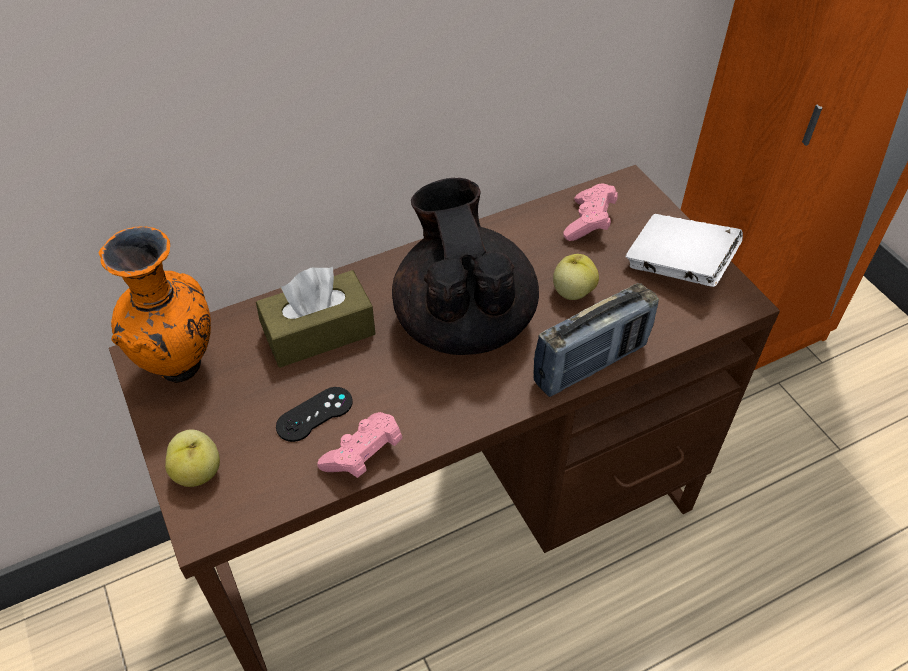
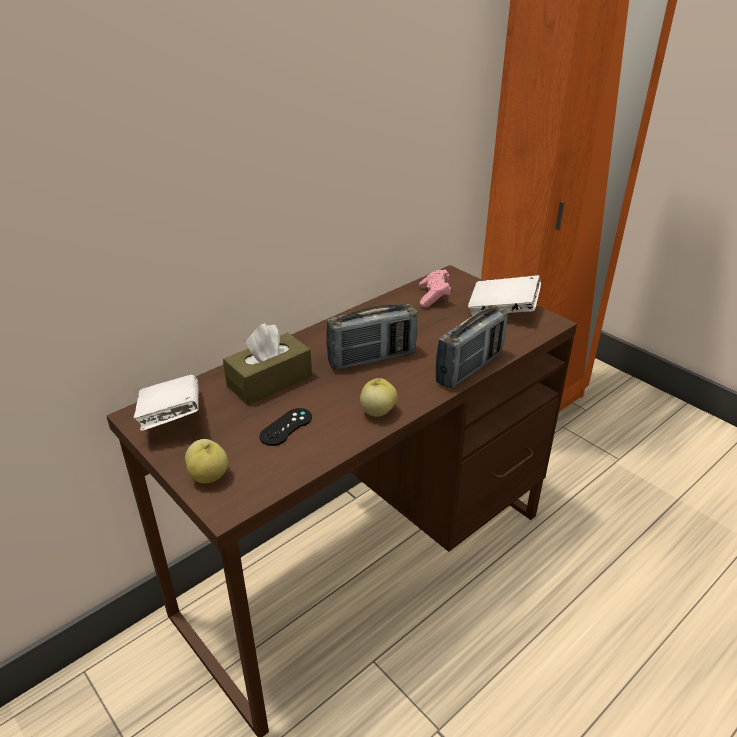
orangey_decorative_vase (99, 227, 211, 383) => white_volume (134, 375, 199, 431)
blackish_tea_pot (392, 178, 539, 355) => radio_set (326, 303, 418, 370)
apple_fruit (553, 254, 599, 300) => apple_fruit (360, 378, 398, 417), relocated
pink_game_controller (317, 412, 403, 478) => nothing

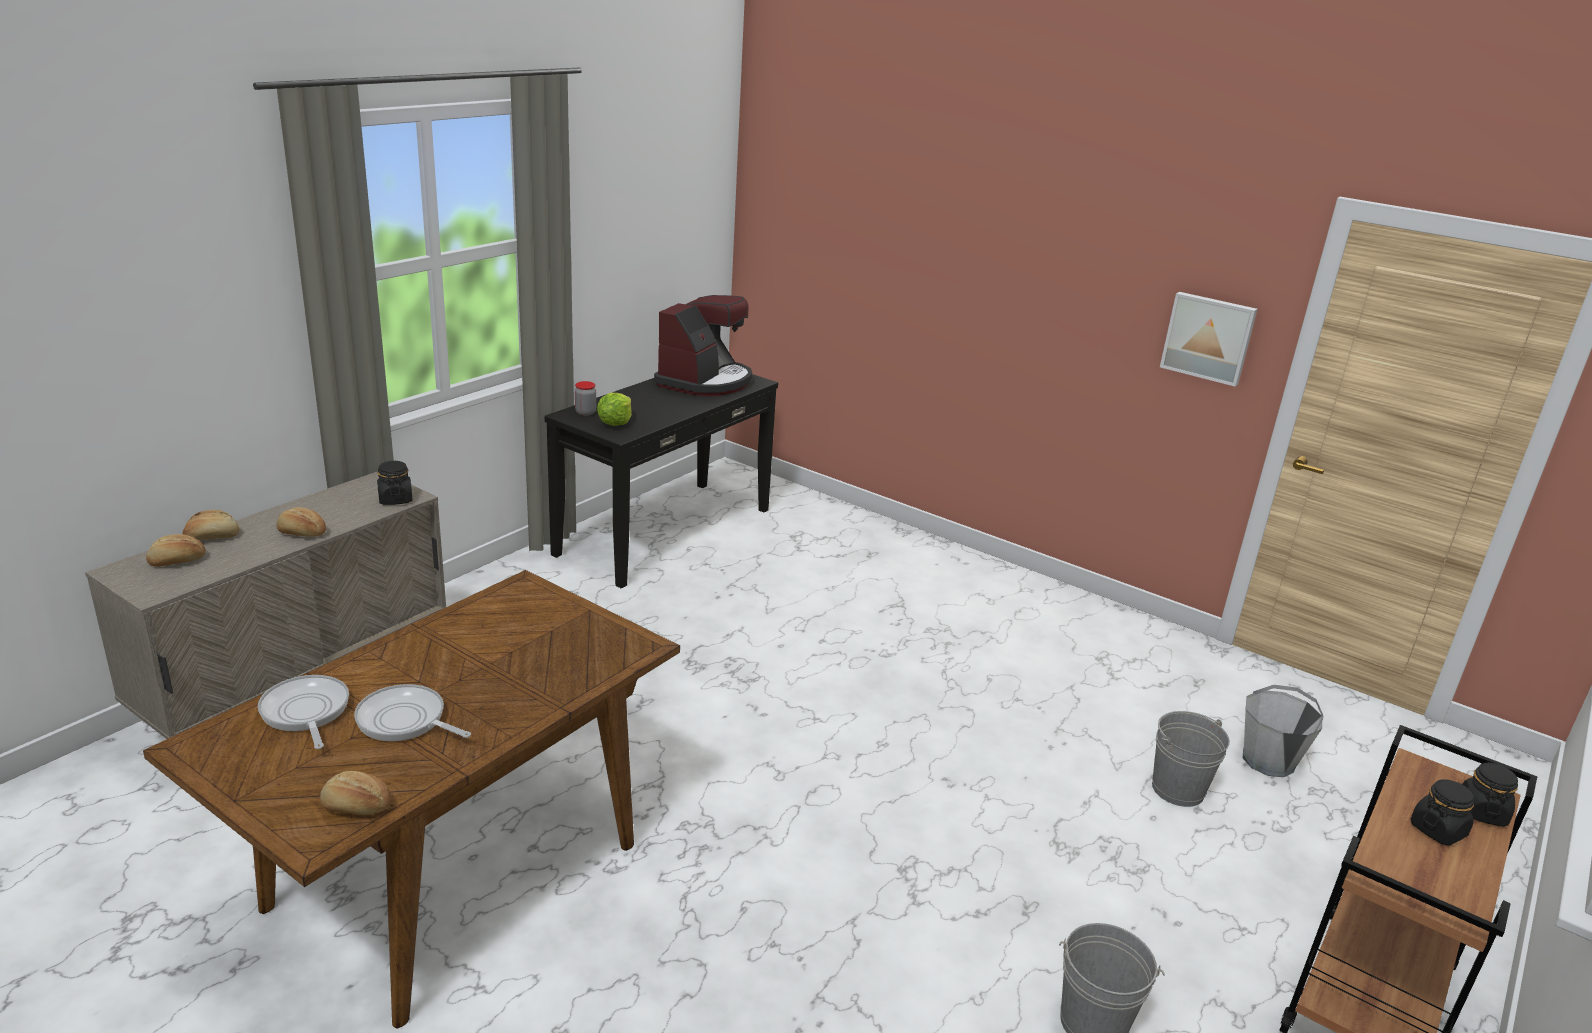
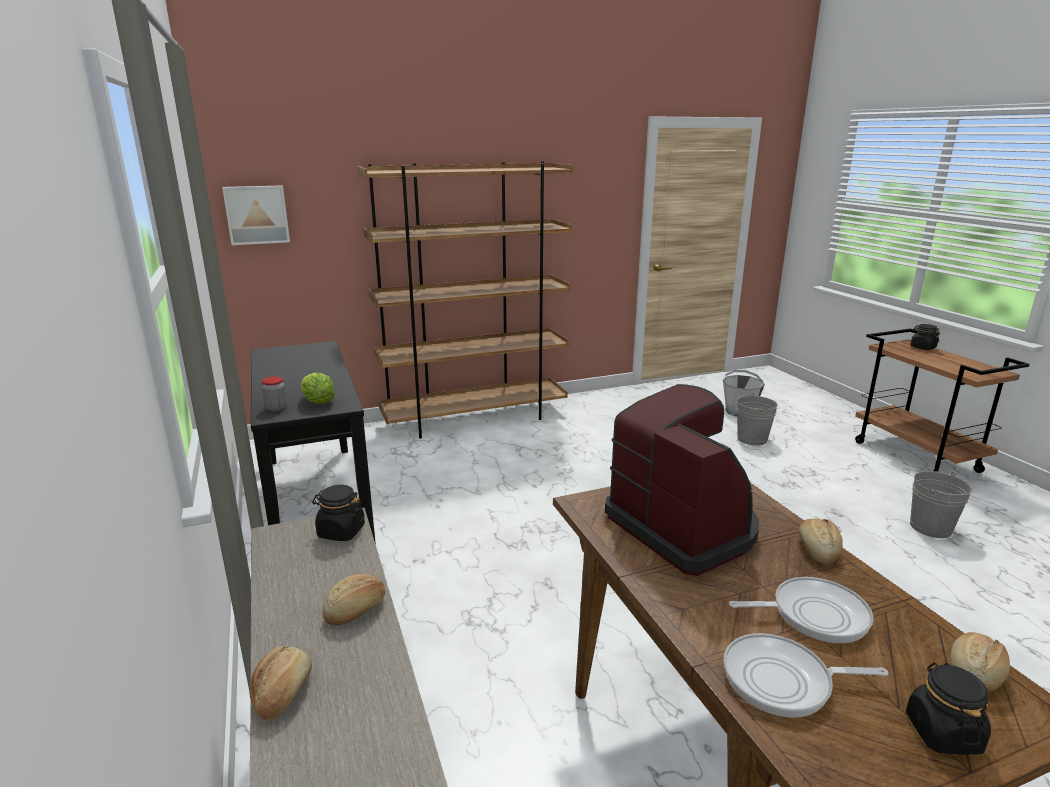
wall_picture (1160, 292, 1258, 387) => wall_picture (222, 185, 290, 245), relocated
nothing => brown_bookcase (358, 161, 573, 439)
coffee_brewer (654, 295, 752, 396) => coffee_brewer (605, 384, 759, 576), relocated
skillet (354, 684, 471, 741) => skillet (729, 577, 873, 643), 150 degrees counterclockwise
baked_bread (146, 534, 206, 567) => baked_bread (799, 518, 843, 564), relocated
blackish_storage_jar (1410, 779, 1474, 846) => blackish_storage_jar (906, 663, 991, 755), relocated

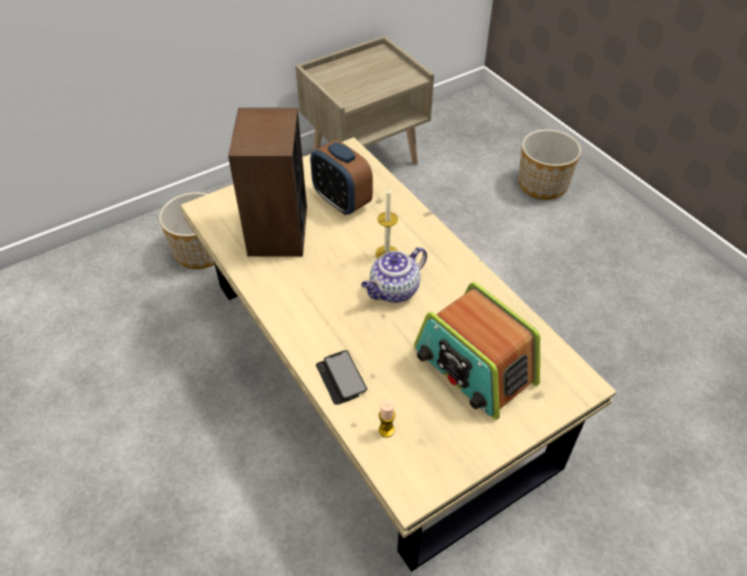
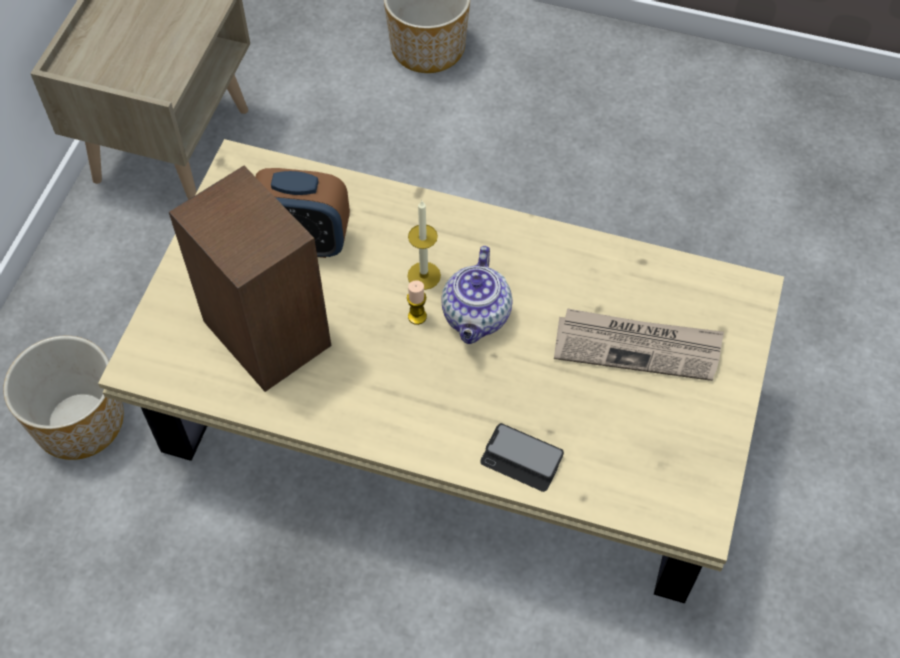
wax_candle (379, 400, 395, 437) => wax_candle (407, 280, 427, 325), relocated
radio_set (414, 282, 540, 420) => daily_paper (554, 309, 724, 381)

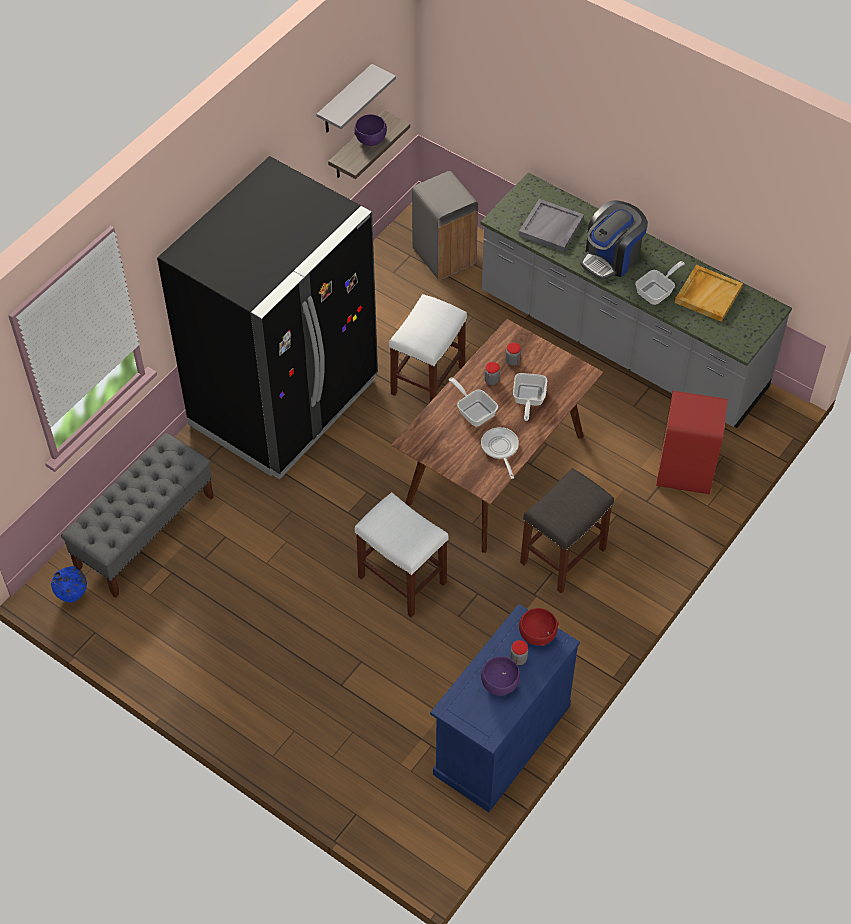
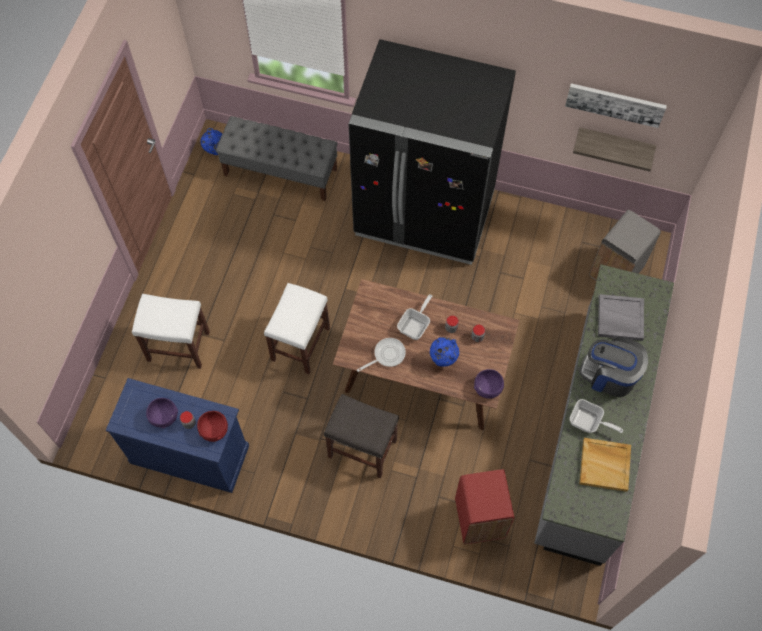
white_stool (389, 294, 467, 402) => white_stool (132, 294, 210, 369), relocated
skillet (513, 373, 547, 421) => blue-coloured_decorative_vase (430, 337, 459, 367)
purplish_bowl (354, 114, 387, 146) => purplish_bowl (474, 369, 504, 399), relocated
greyish_bracket_shelf (316, 64, 396, 132) => wall_picture (565, 83, 667, 128)

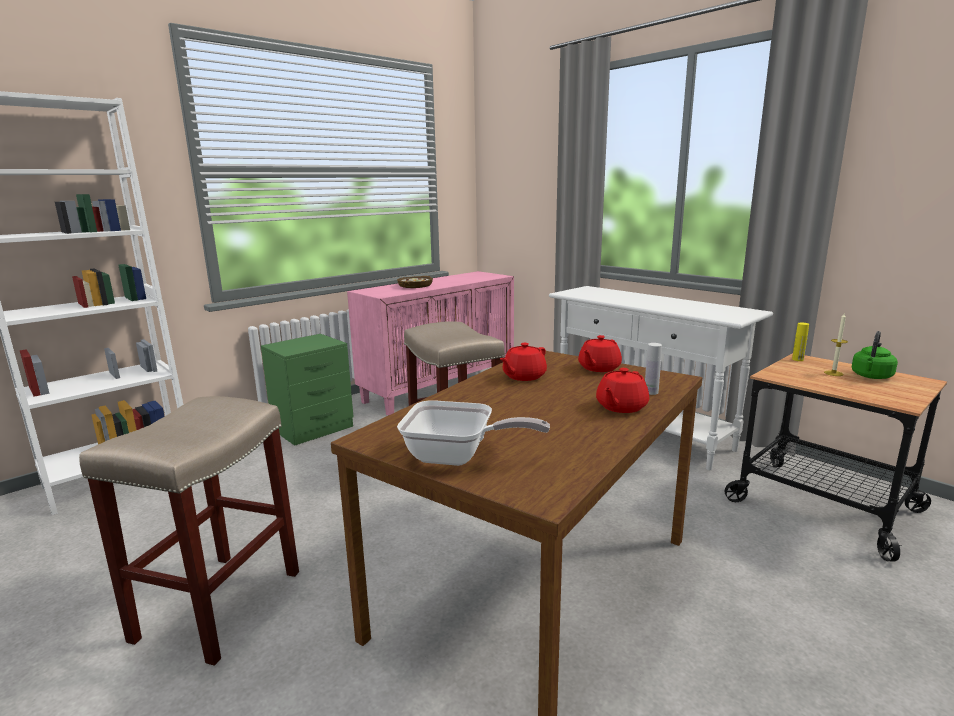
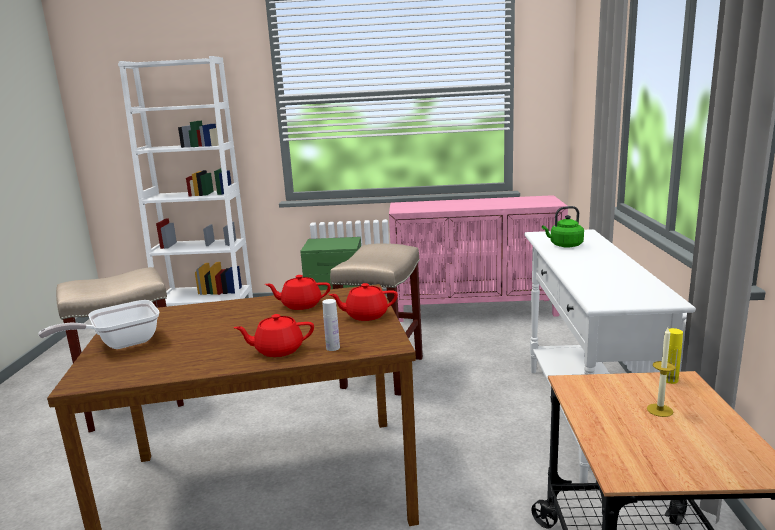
skillet (397, 400, 550, 466) => skillet (39, 300, 159, 349), 90 degrees clockwise
green-coloured_tea_kettle (852, 331, 898, 379) => green-coloured_tea_kettle (542, 206, 584, 248), relocated
bowl (397, 276, 433, 288) => nothing

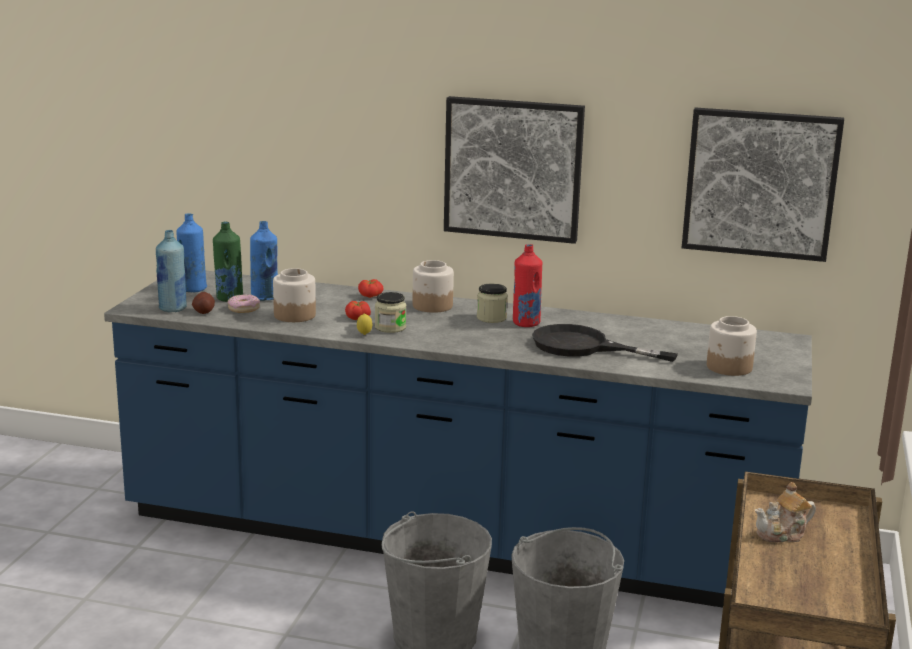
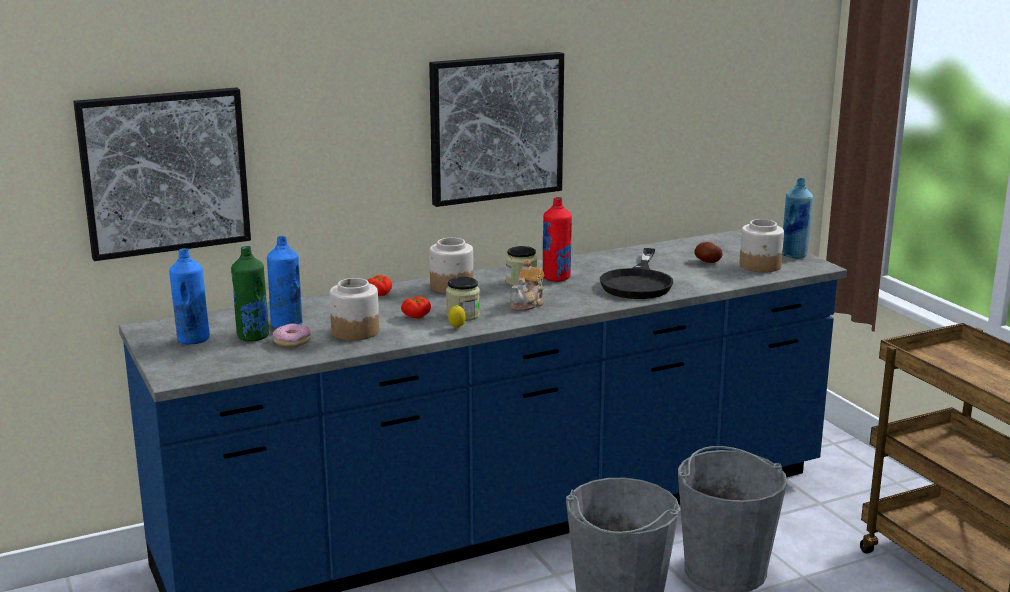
wall_picture (682, 107, 844, 262) => wall_picture (73, 87, 251, 261), relocated
tea_pot (755, 482, 816, 542) => tea_pot (510, 260, 544, 311), relocated
blackish_skillet (532, 324, 678, 362) => blackish_skillet (600, 248, 673, 299), 60 degrees counterclockwise
potato (192, 292, 215, 314) => potato (694, 242, 723, 263), relocated
blue-coloured_beverage_bottle (156, 230, 187, 312) => blue-coloured_beverage_bottle (782, 178, 813, 259), relocated

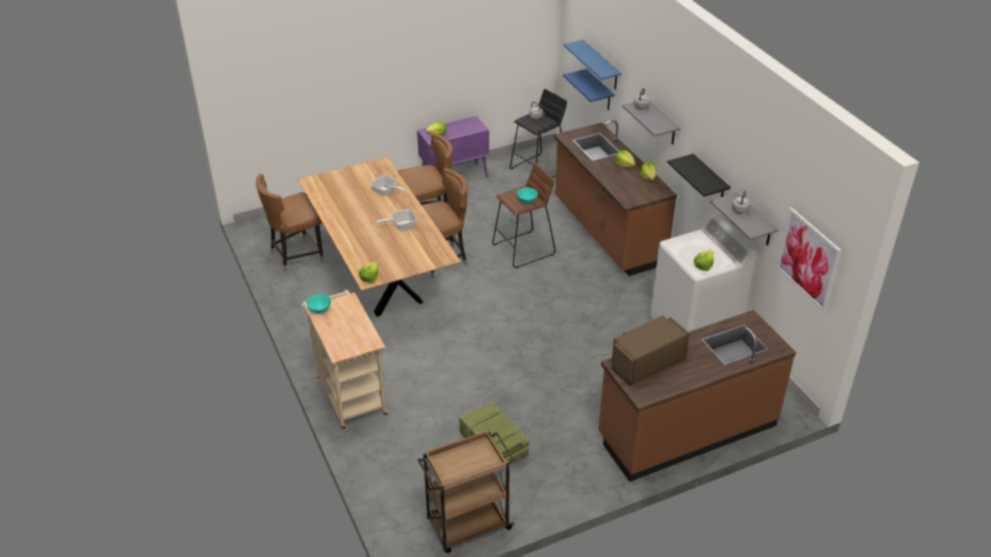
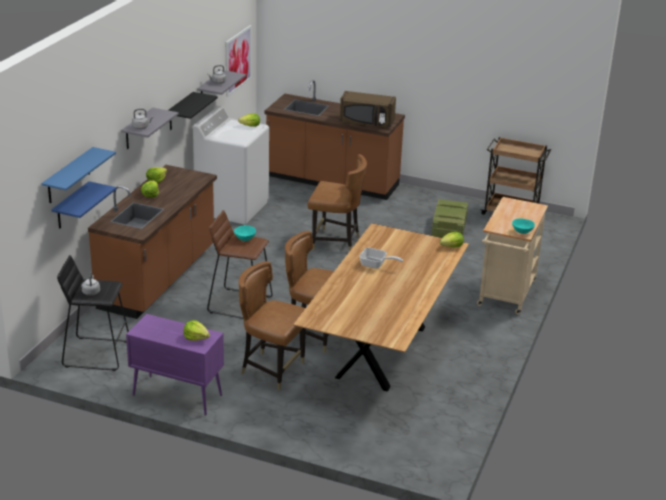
brown_plain_chair (256, 174, 324, 272) => brown_plain_chair (308, 154, 367, 252), relocated
skillet (370, 175, 406, 196) => nothing

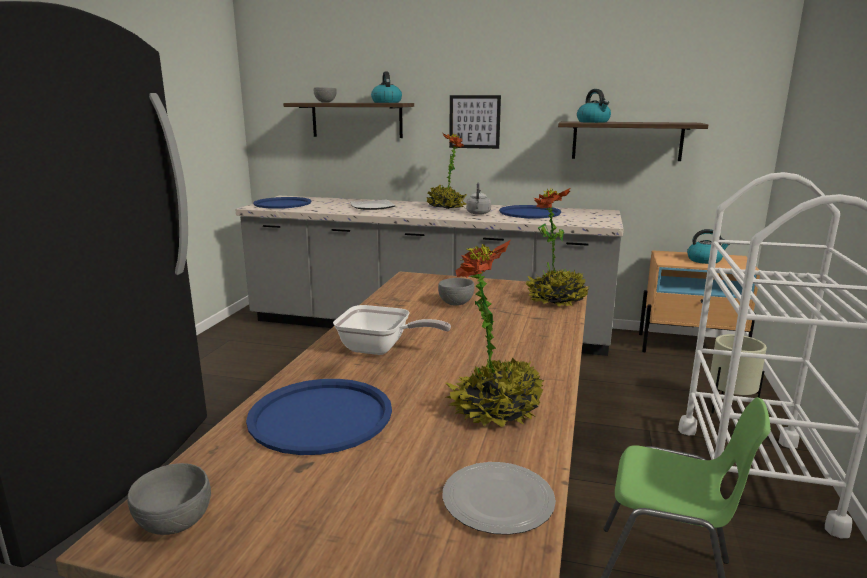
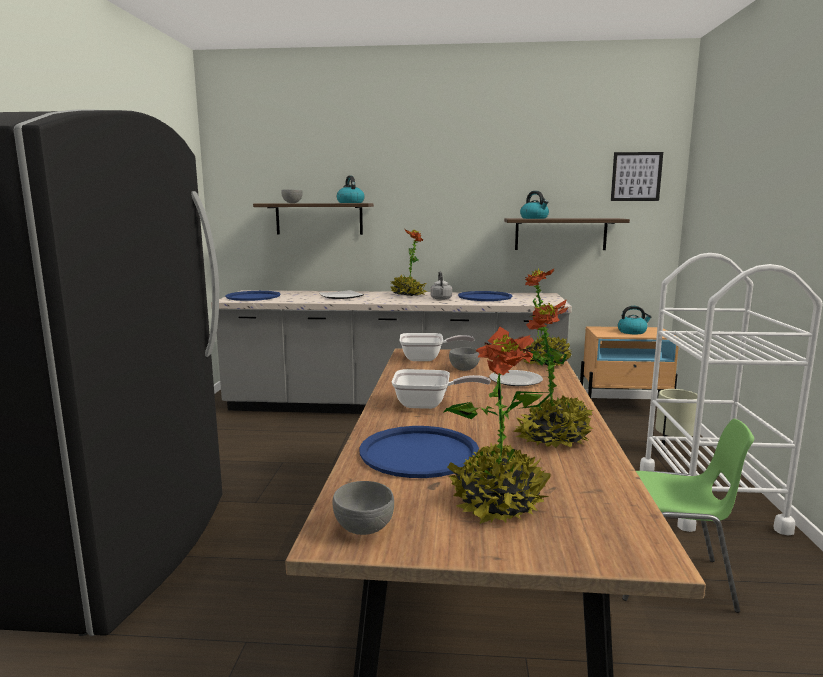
nothing => skillet (399, 333, 475, 361)
nothing => potted_plant (443, 326, 553, 524)
plate (442, 462, 556, 535) => plate (489, 370, 543, 386), relocated
wall_picture (449, 95, 501, 149) => wall_picture (611, 152, 663, 201), relocated

